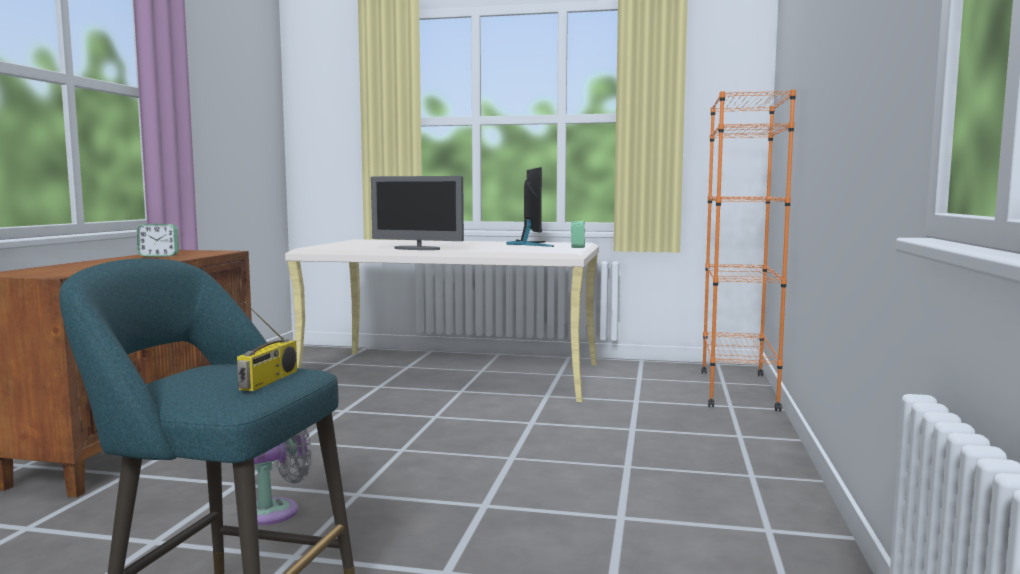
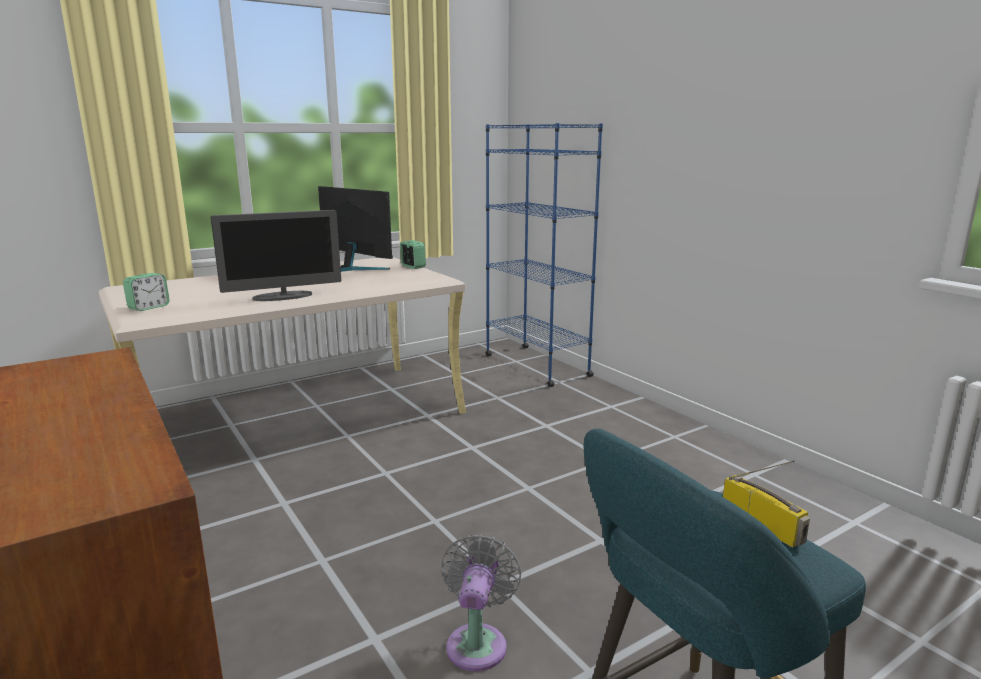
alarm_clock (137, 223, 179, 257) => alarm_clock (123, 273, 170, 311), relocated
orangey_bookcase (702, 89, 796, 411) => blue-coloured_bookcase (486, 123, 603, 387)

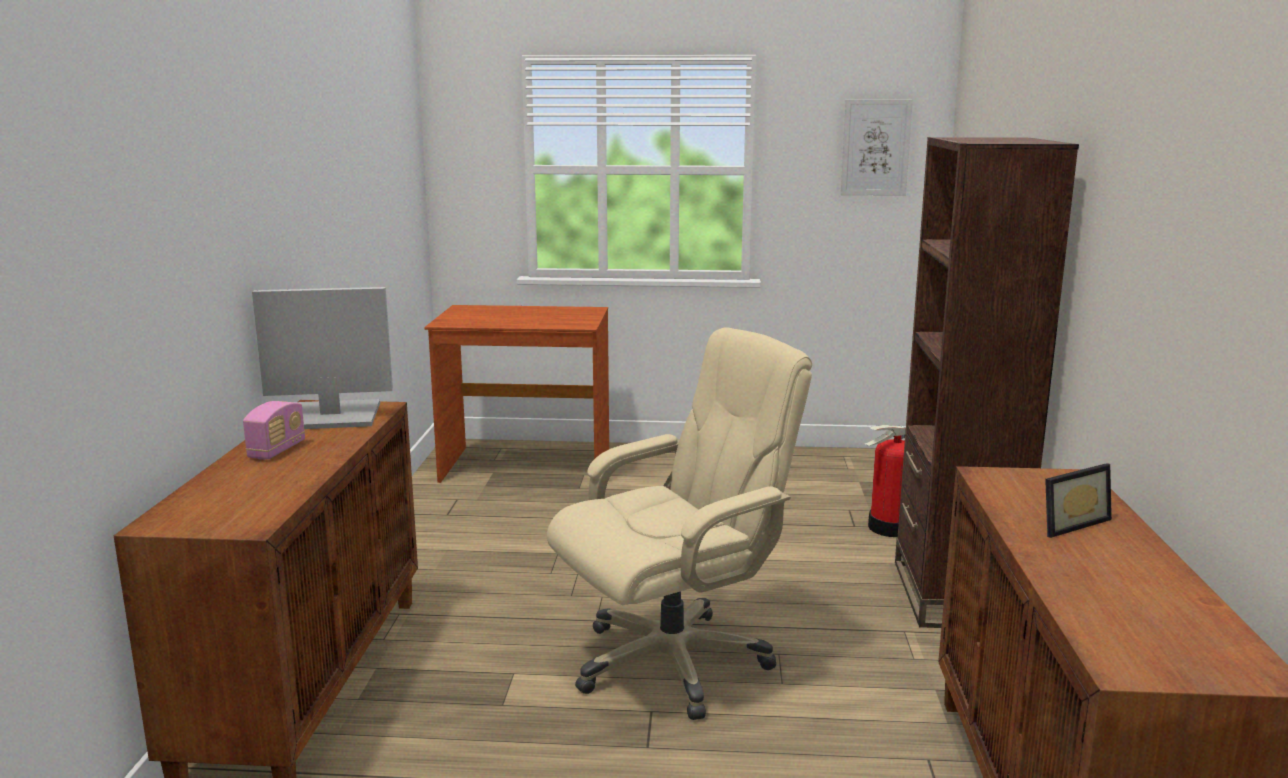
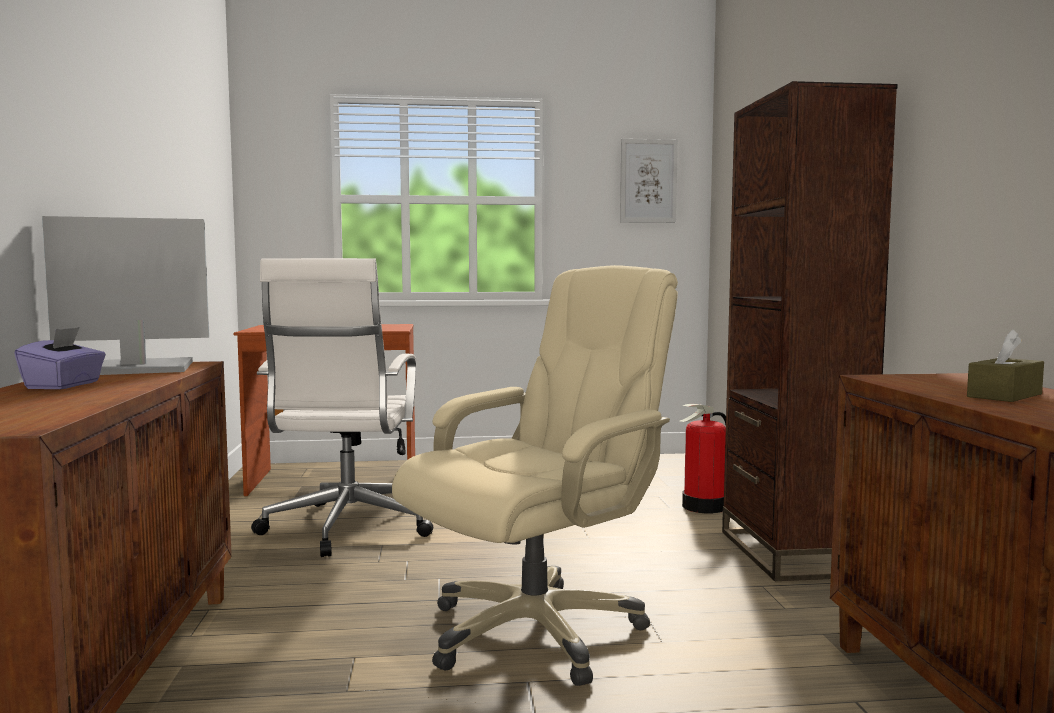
radio_set (243, 401, 305, 460) => purplish_tissue_holder (14, 327, 106, 389)
nothing => white_computer_chair (251, 258, 433, 557)
photo_frame (1045, 463, 1112, 538) => brown_tissue_holder (967, 329, 1044, 402)

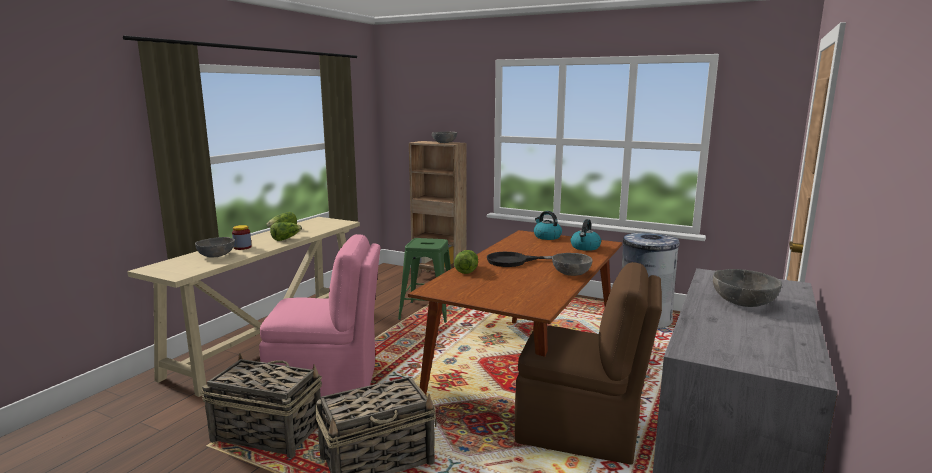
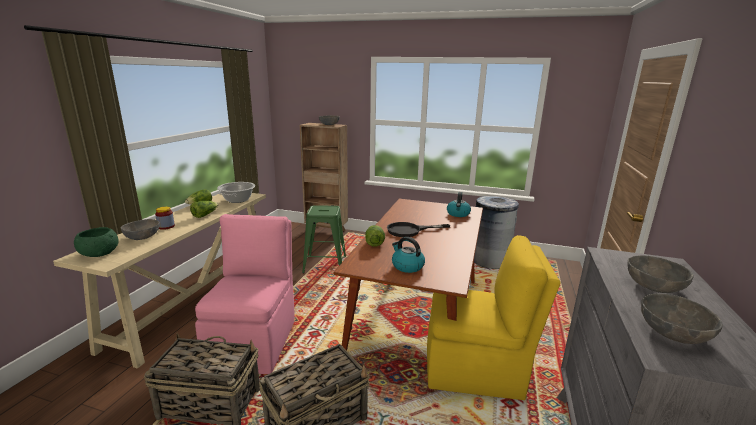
nothing => green-coloured_bowl (74, 227, 119, 257)
pink_plain_chair (259, 234, 380, 397) => pink_plain_chair (195, 214, 295, 374), 75 degrees counterclockwise
nothing => stockpot (217, 182, 255, 203)
tea_kettle (534, 211, 562, 240) => tea_kettle (392, 237, 425, 273), relocated
brown_plain_chair (515, 262, 662, 465) => yellow_plain_chair (427, 235, 560, 400)
greyish_bowl (552, 253, 593, 276) => greyish_bowl (641, 293, 723, 344), relocated

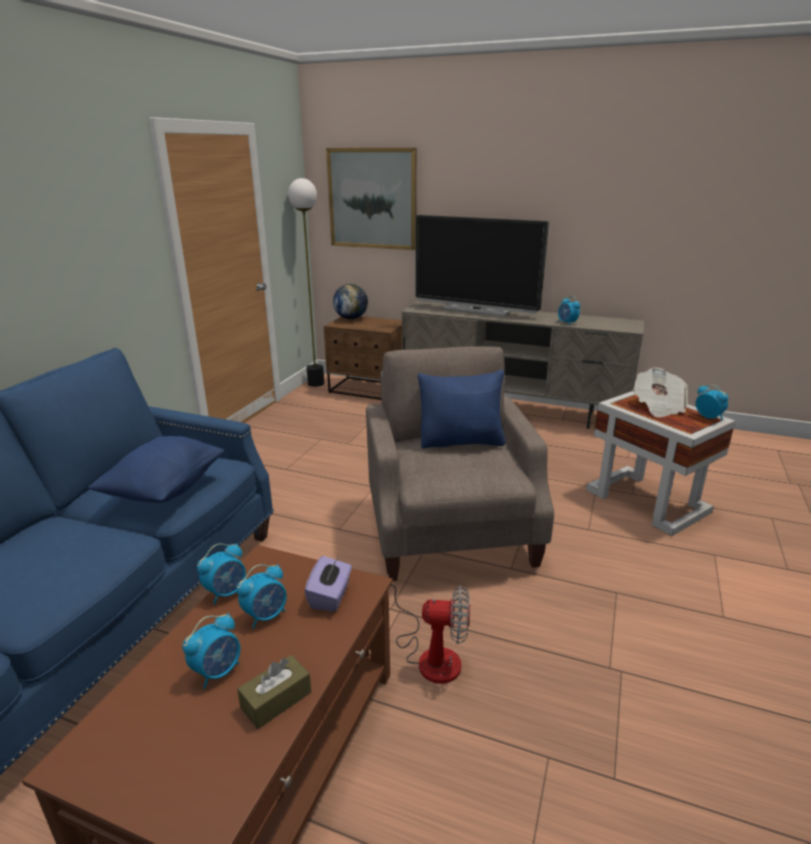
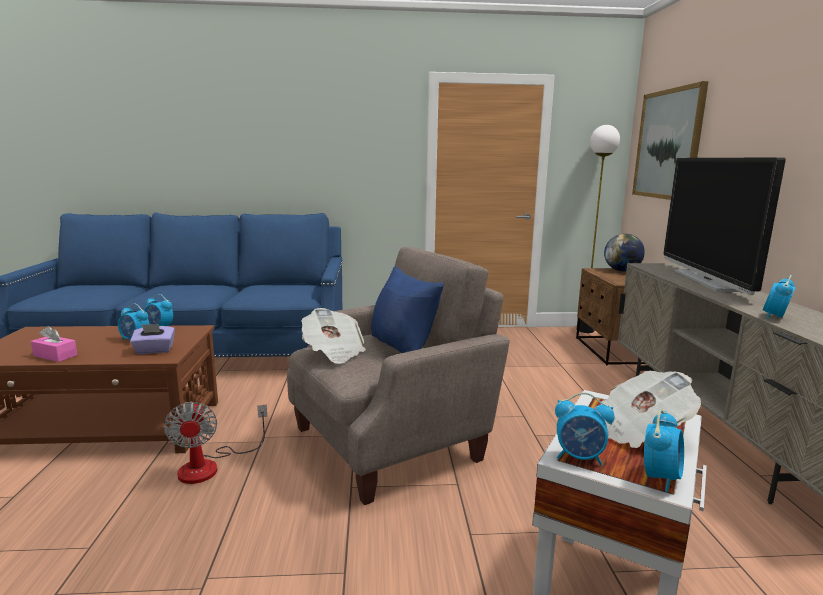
brown_tissue_holder (237, 655, 311, 729) => pink_tissue_holder (31, 326, 77, 362)
nothing => daily_paper (301, 308, 366, 364)
alarm_clock (182, 613, 240, 689) => alarm_clock (555, 393, 614, 465), relocated
blue-coloured_cushion (88, 436, 224, 503) => nothing

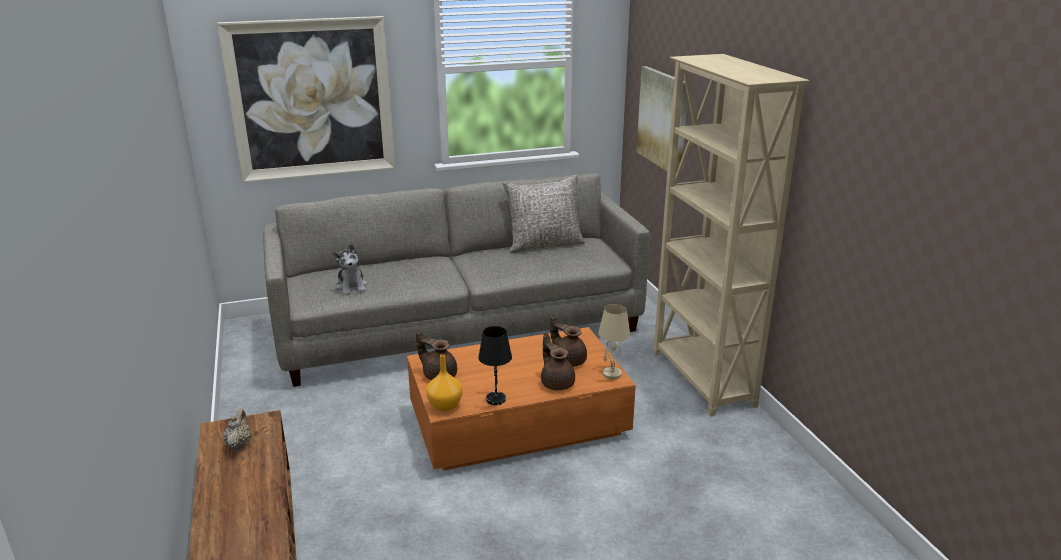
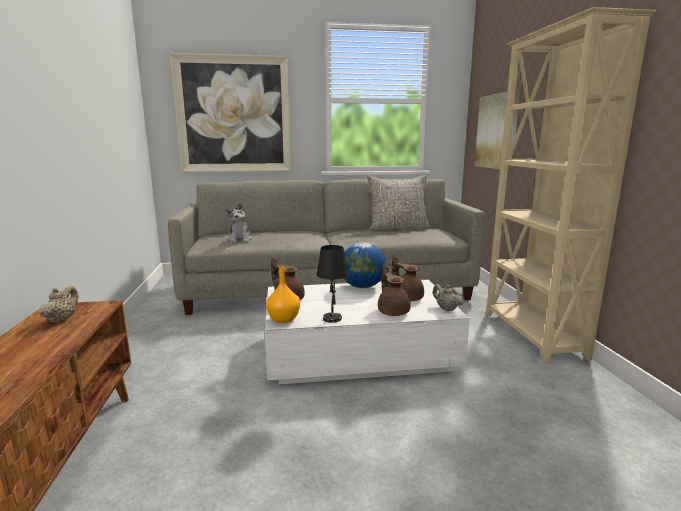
orangey_coffee_table (407, 327, 636, 471) => white_coffee_table (265, 280, 470, 384)
nothing => desk_globe (344, 242, 386, 288)
beige_table_lamp (598, 304, 630, 379) => beige_tea_pot (433, 284, 464, 311)

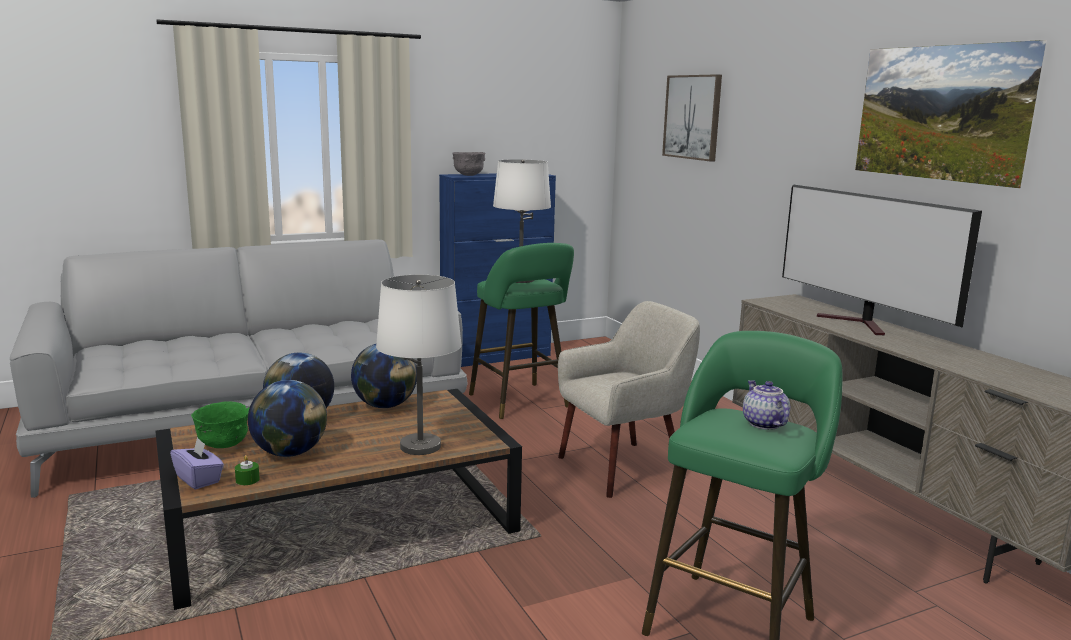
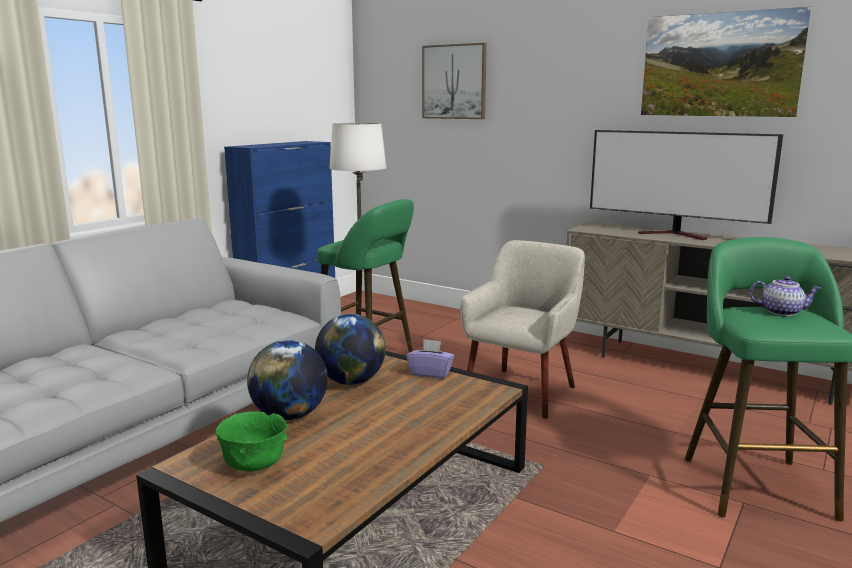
purplish_tissue_holder (170, 437, 224, 489) => purplish_tissue_holder (407, 339, 454, 378), relocated
tea_pot (743, 380, 790, 430) => tea_pot (749, 276, 821, 316), 150 degrees clockwise
green-coloured_wax_candle (235, 455, 260, 485) => nothing
desk_globe (248, 380, 327, 457) => nothing
white_table_lamp (376, 275, 462, 455) => nothing
greyish_bowl (452, 152, 486, 176) => nothing

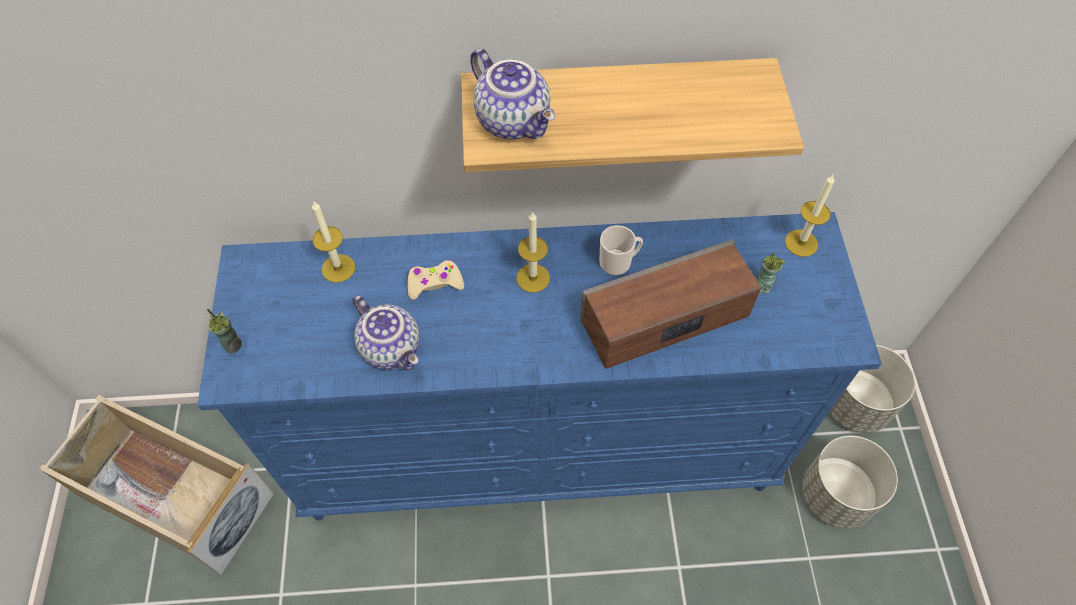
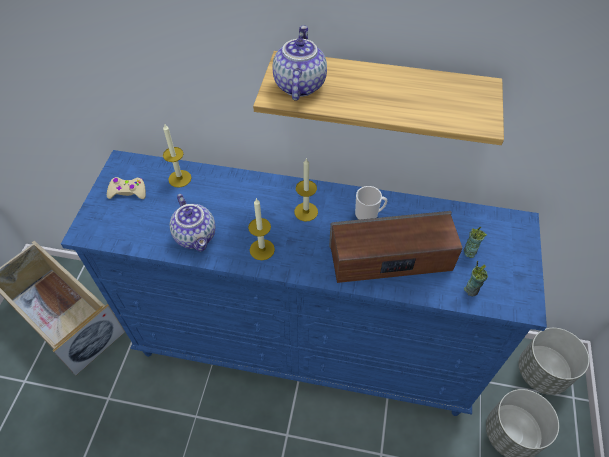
beige_game_controller (407, 260, 464, 300) => beige_game_controller (107, 177, 146, 199), relocated
wax_candle (785, 174, 835, 257) => wax_candle (248, 198, 275, 260), relocated
tea_pot (470, 48, 555, 139) => tea_pot (272, 26, 327, 101), 150 degrees counterclockwise
small_cup (207, 309, 242, 353) => small_cup (464, 261, 488, 296), relocated

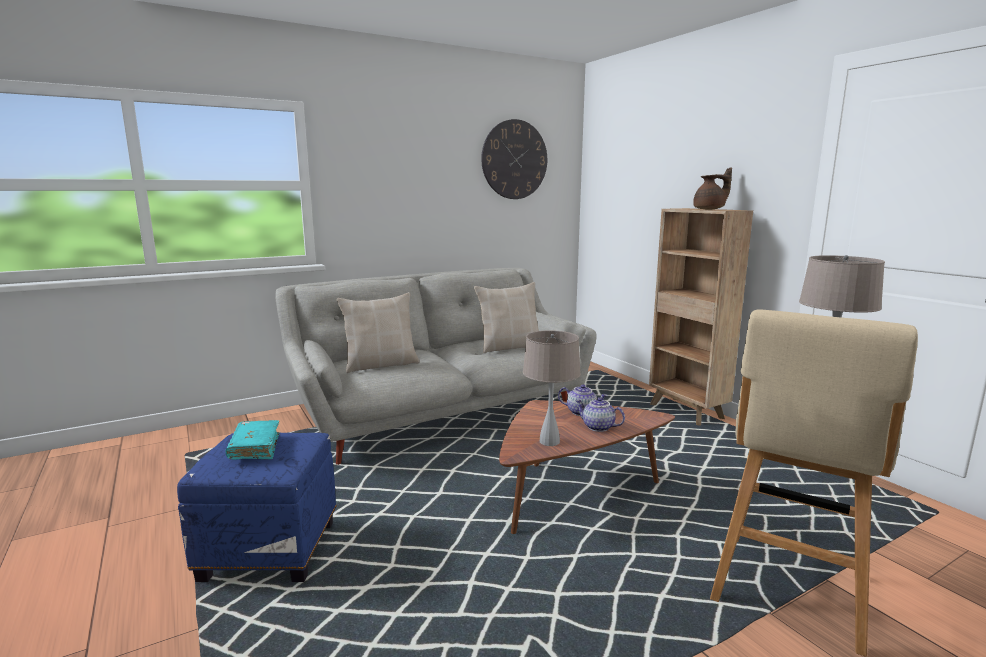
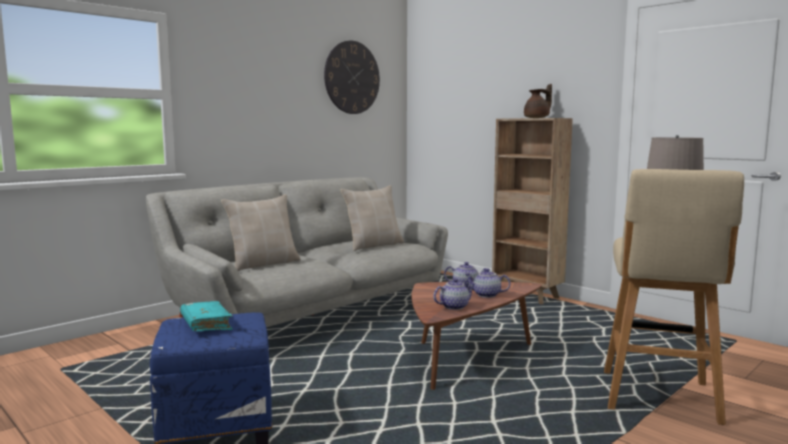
beige_table_lamp (523, 330, 581, 446) => tea_pot (433, 279, 476, 310)

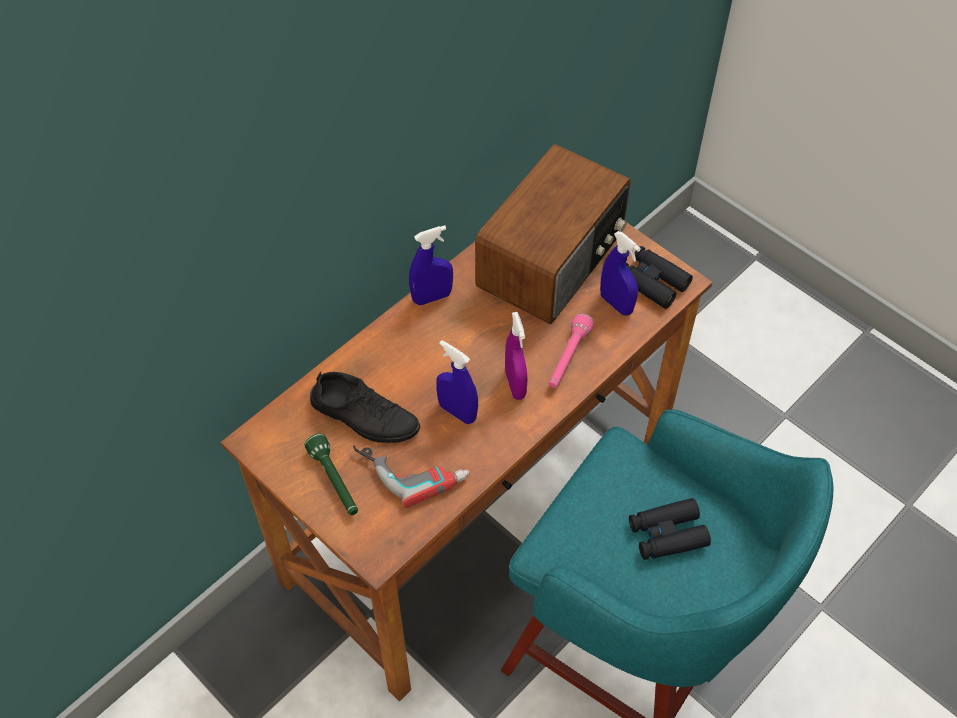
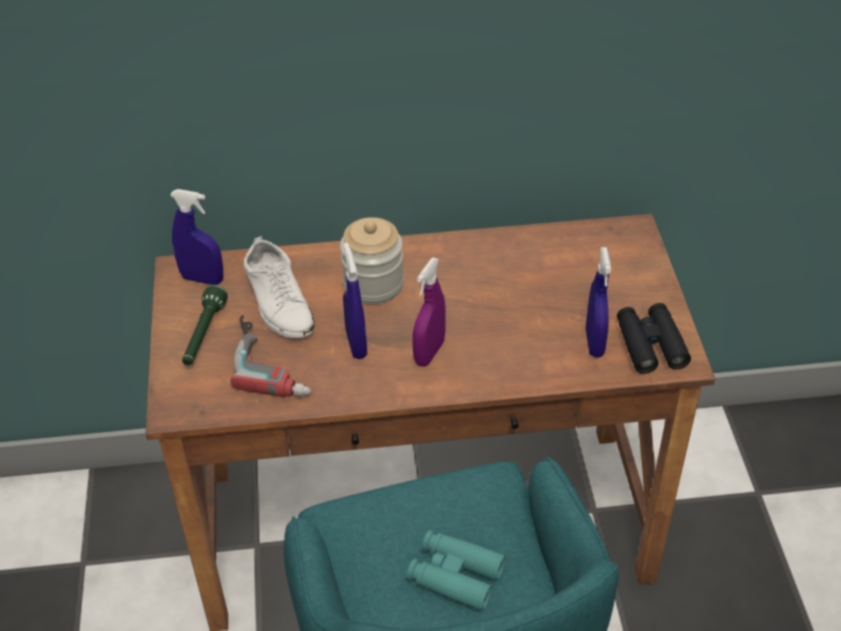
blue-coloured_hand_sprayer (409, 225, 453, 305) => blue-coloured_hand_sprayer (170, 189, 223, 285), relocated
blackish_shoe (310, 372, 420, 443) => white_shoe (244, 236, 315, 338)
nothing => storage_jar (340, 217, 404, 304)
blackish_binoculars (629, 498, 711, 560) => blue-green_binoculars (406, 530, 506, 611)
radio_set (475, 144, 631, 324) => nothing
pink_flashlight (549, 313, 594, 388) => nothing

